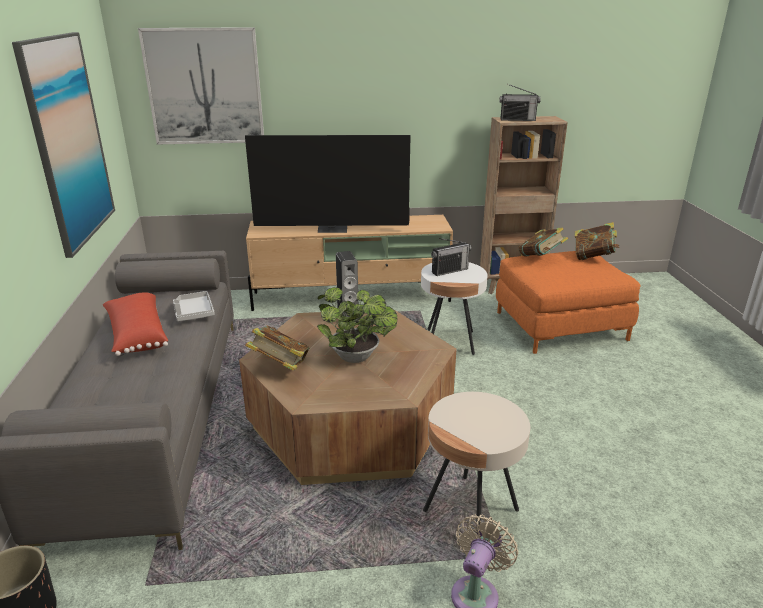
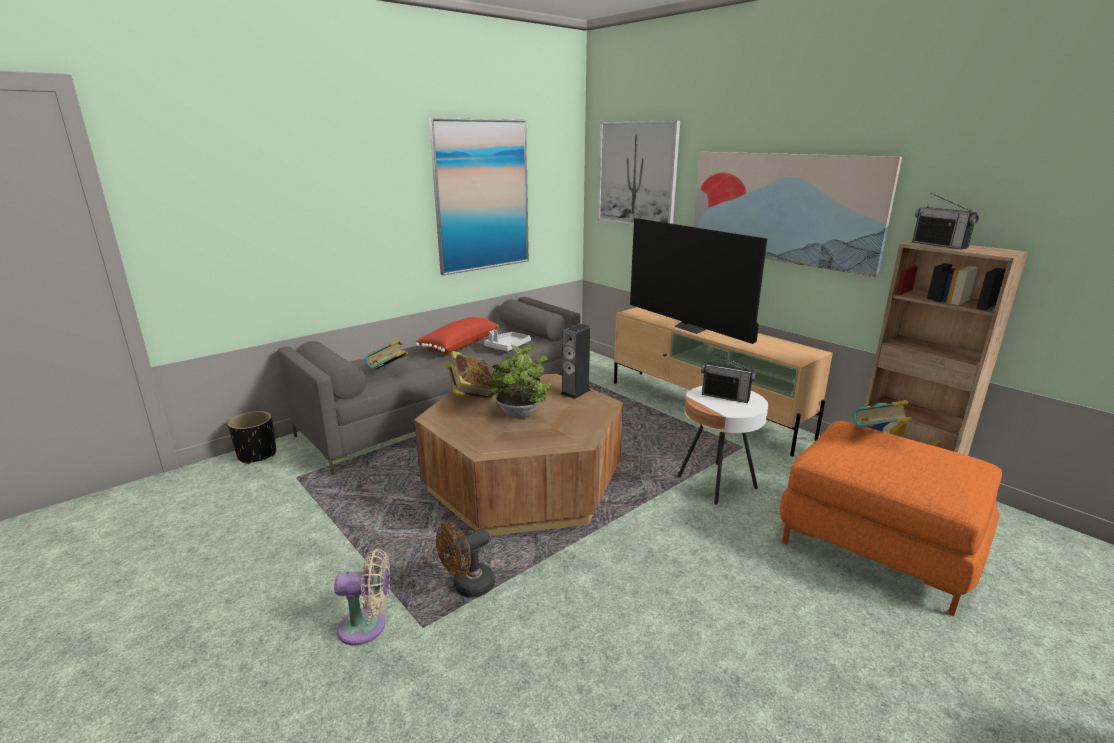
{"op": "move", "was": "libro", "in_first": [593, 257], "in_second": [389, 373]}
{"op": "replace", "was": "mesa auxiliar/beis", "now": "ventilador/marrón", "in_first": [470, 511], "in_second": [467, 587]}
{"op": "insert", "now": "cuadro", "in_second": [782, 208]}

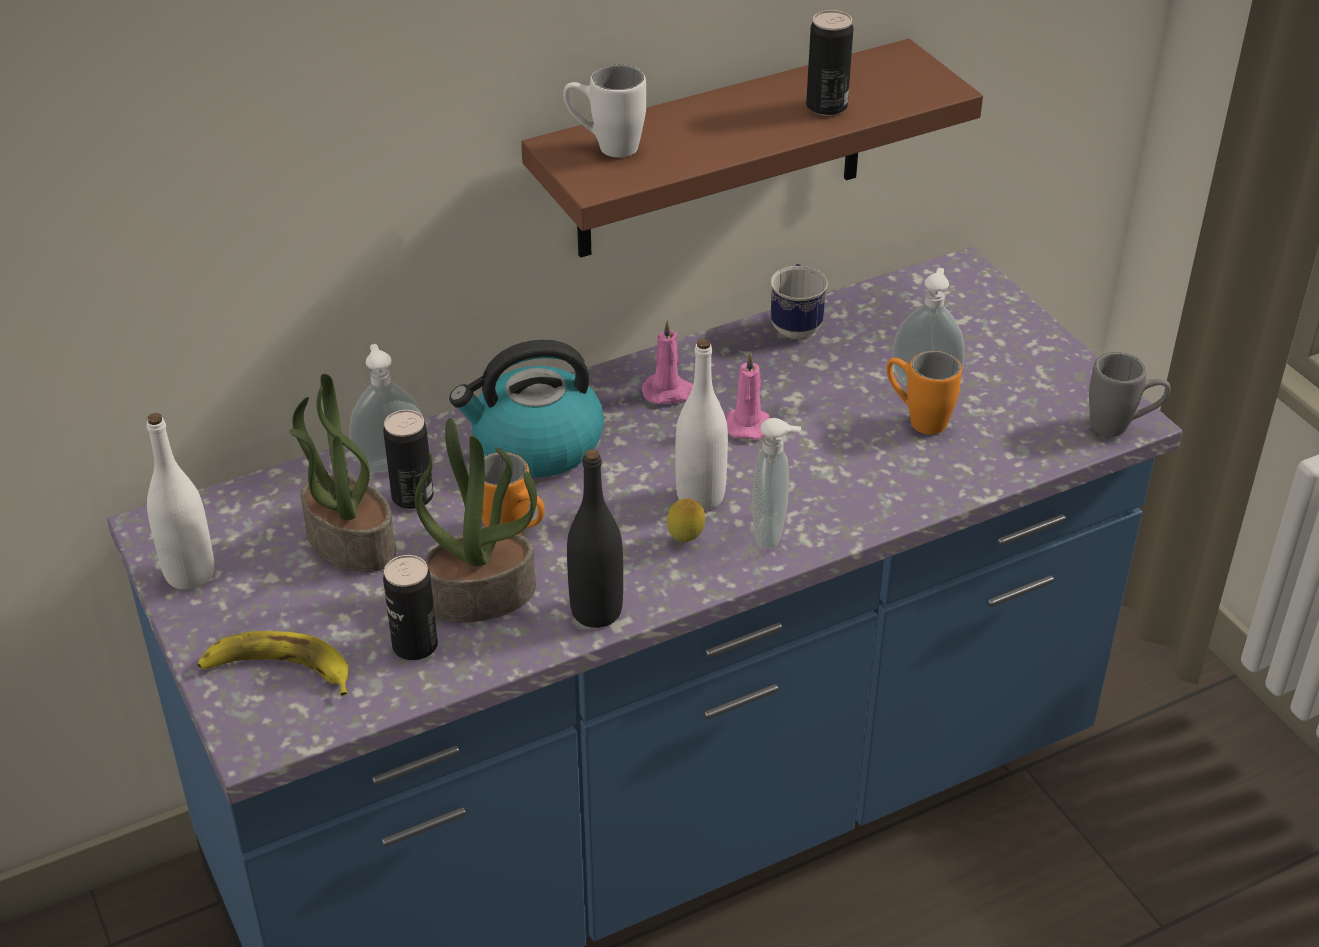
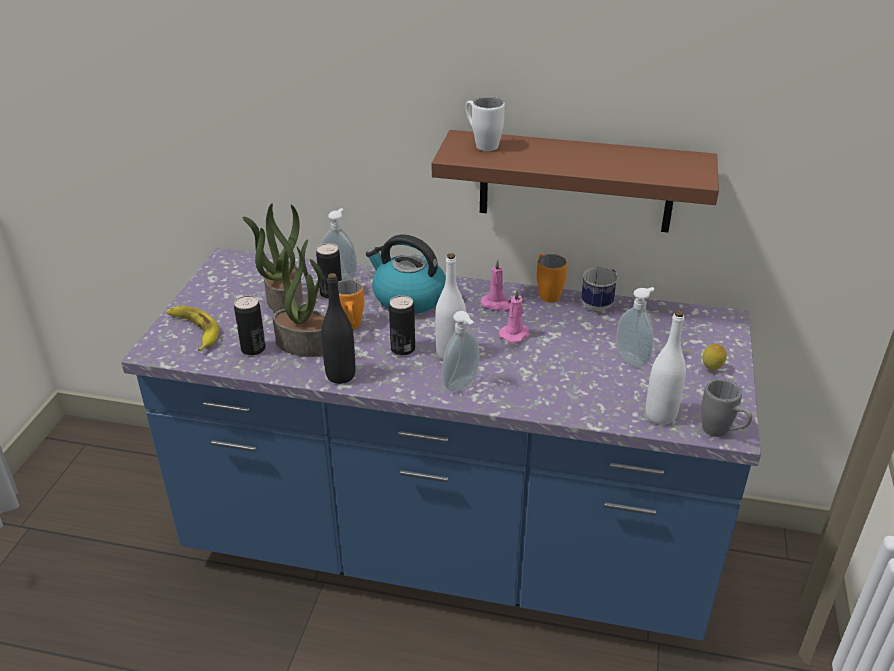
{"op": "move", "was": "lata", "in_first": [826, 106], "in_second": [403, 349]}
{"op": "move", "was": "taza grande/naranja", "in_first": [917, 419], "in_second": [546, 293]}
{"op": "move", "was": "botella/blanco", "in_first": [190, 574], "in_second": [660, 415]}
{"op": "move", "was": "limón", "in_first": [685, 540], "in_second": [711, 369]}

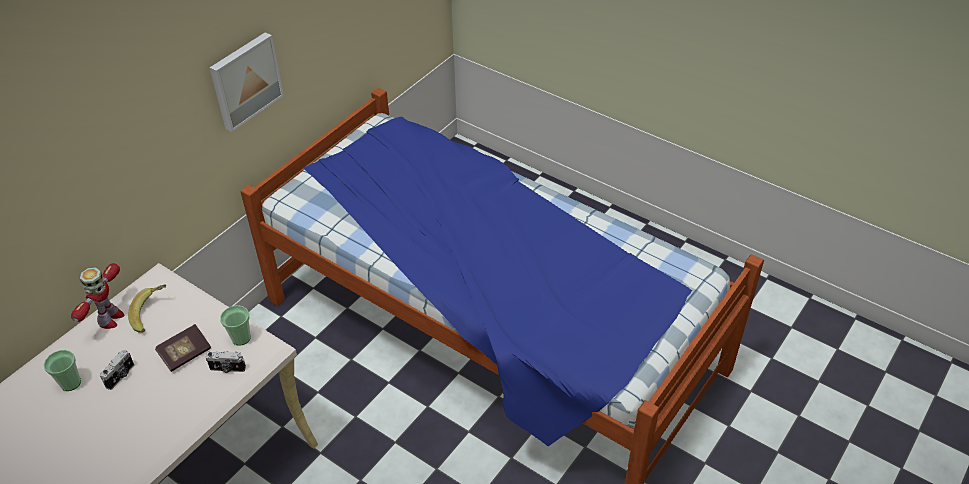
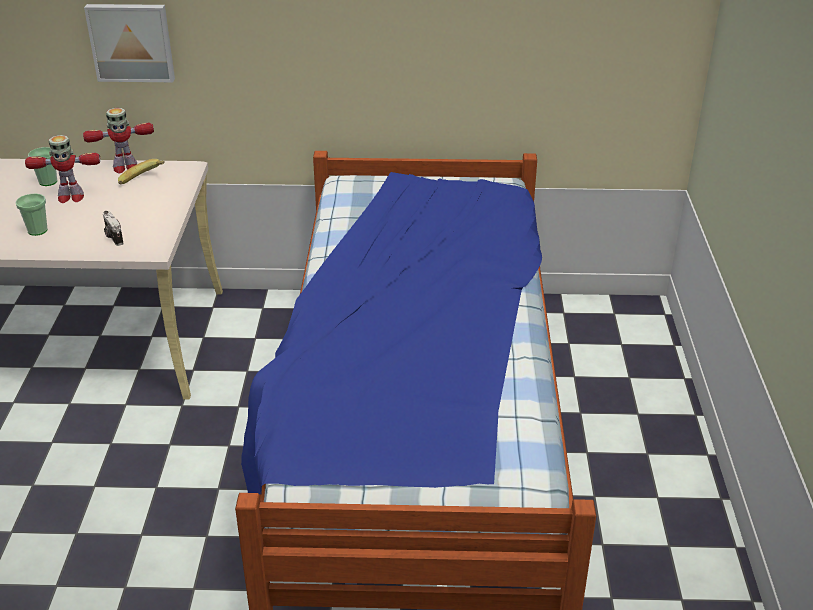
{"op": "move", "was": "cuadro", "in_first": [245, 80], "in_second": [131, 42]}
{"op": "move", "was": "taza", "in_first": [241, 338], "in_second": [37, 230]}
{"op": "delete", "was": "libro", "in_first": [185, 354]}
{"op": "replace", "was": "cámara", "now": "robot de juguete", "in_first": [121, 376], "in_second": [70, 197]}

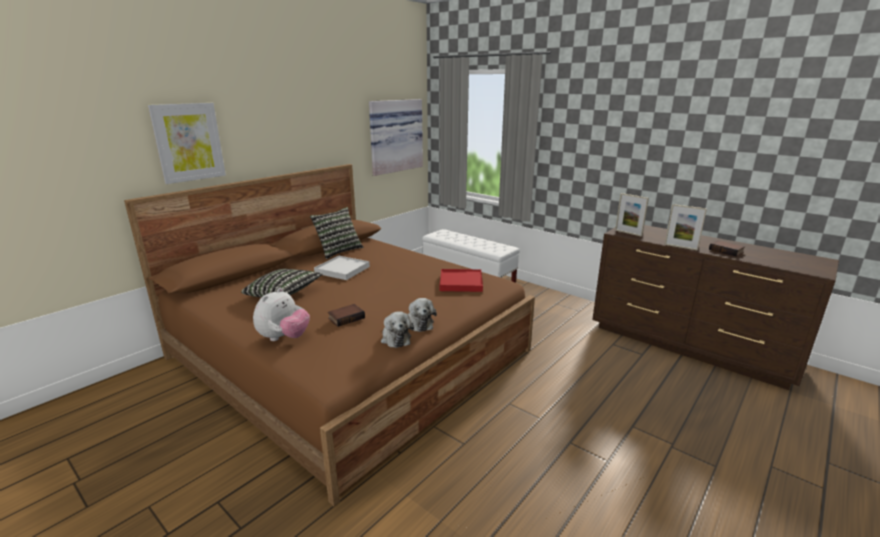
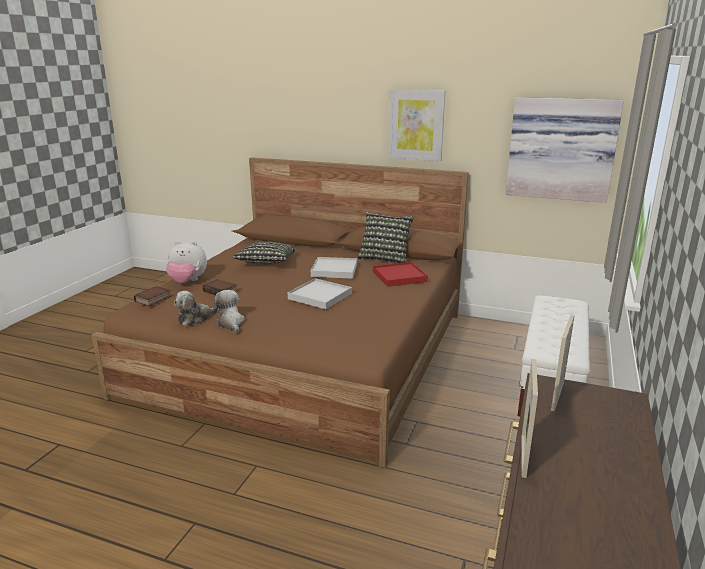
{"op": "move", "was": "cuadro", "in_first": [188, 142], "in_second": [416, 125]}
{"op": "move", "was": "libro", "in_first": [726, 251], "in_second": [153, 299]}
{"op": "move", "was": "bandeja/rojo", "in_first": [461, 282], "in_second": [399, 277]}
{"op": "rotate", "was": "peluche", "in_first": [419, 323], "in_second": [230, 323], "clockwise": 105}
{"op": "insert", "now": "bandeja/blanco", "in_second": [320, 296]}

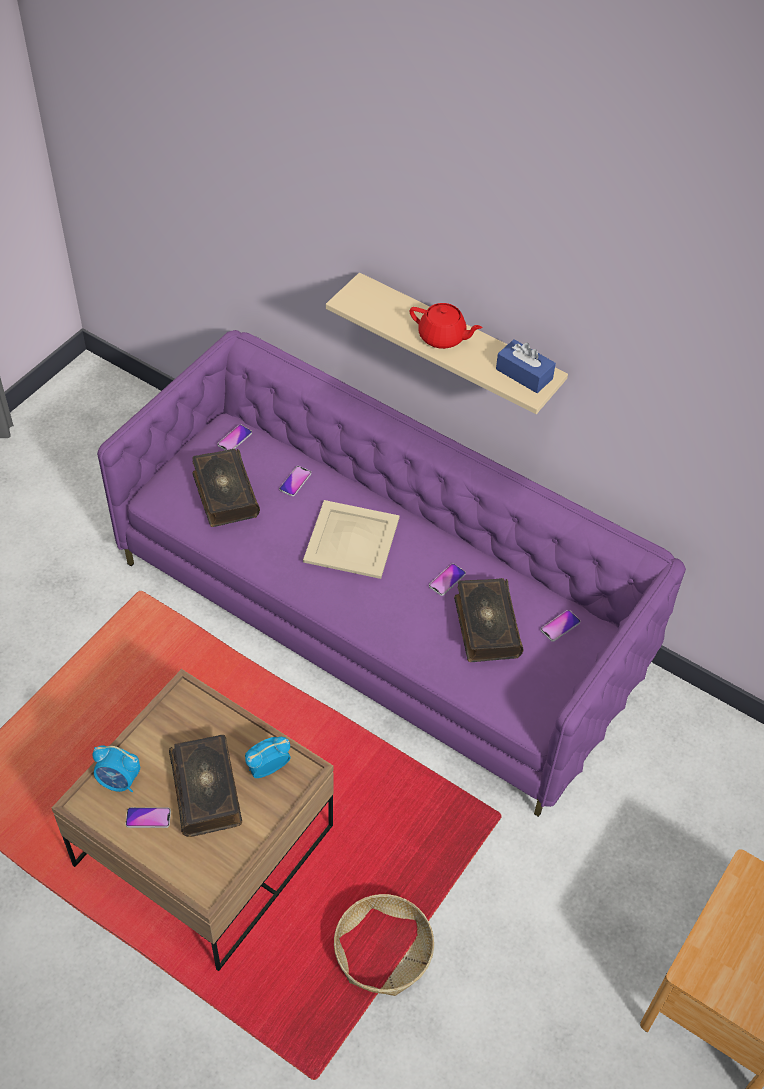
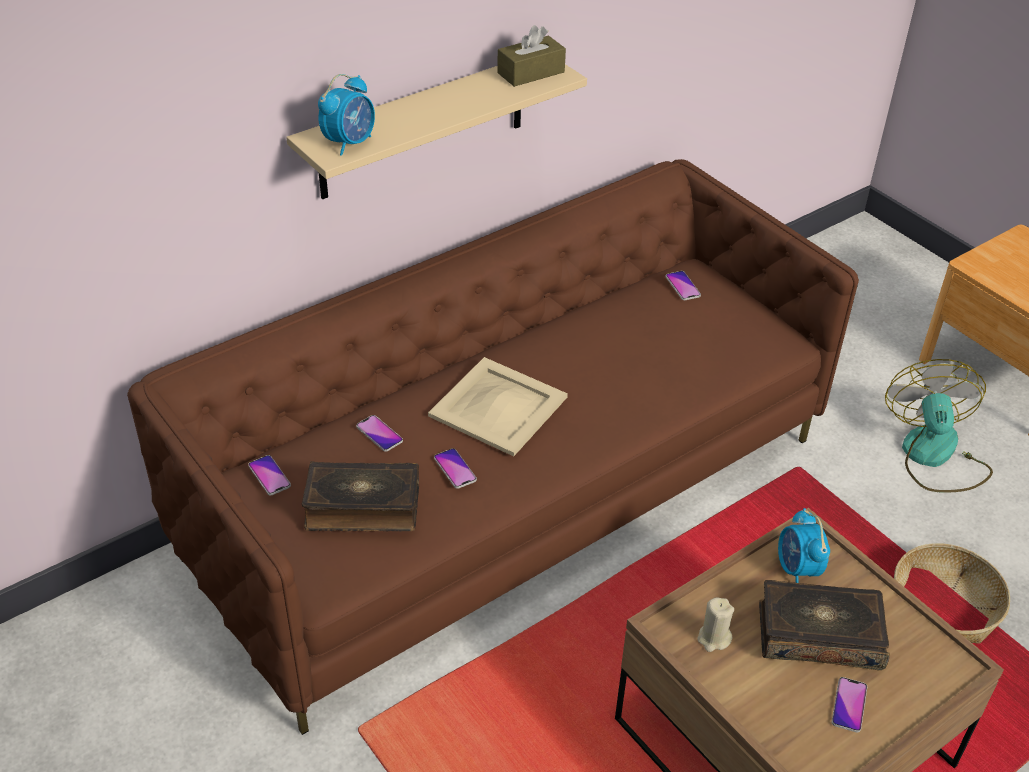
{"op": "delete", "was": "tetera/rojo", "in_first": [442, 337]}
{"op": "recolor", "was": "sofá/morado", "now": "sofá/marrón", "in_first": [379, 617], "in_second": [511, 494]}
{"op": "recolor", "was": "caja de pañuelos/azul", "now": "caja de pañuelos/marrón", "in_first": [524, 374], "in_second": [531, 72]}
{"op": "move", "was": "móvil", "in_first": [447, 580], "in_second": [455, 469]}
{"op": "delete", "was": "libro", "in_first": [485, 626]}
{"op": "move", "was": "despertador", "in_first": [119, 781], "in_second": [350, 143]}
{"op": "insert", "now": "ventilador", "in_second": [933, 457]}
{"op": "insert", "now": "vela/beis", "in_second": [713, 638]}

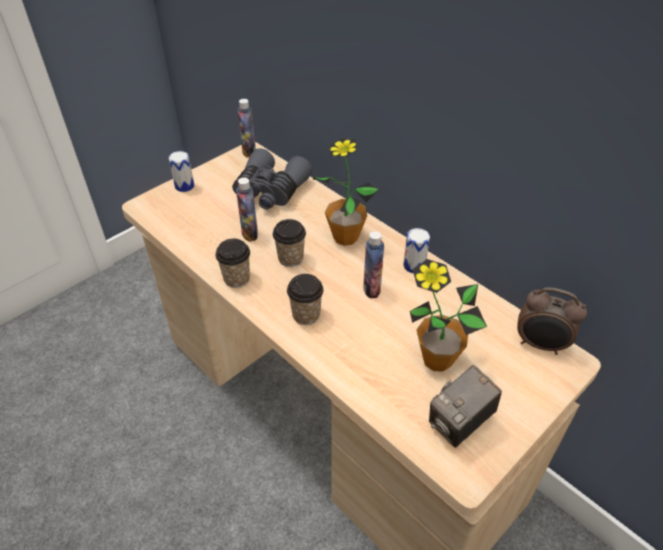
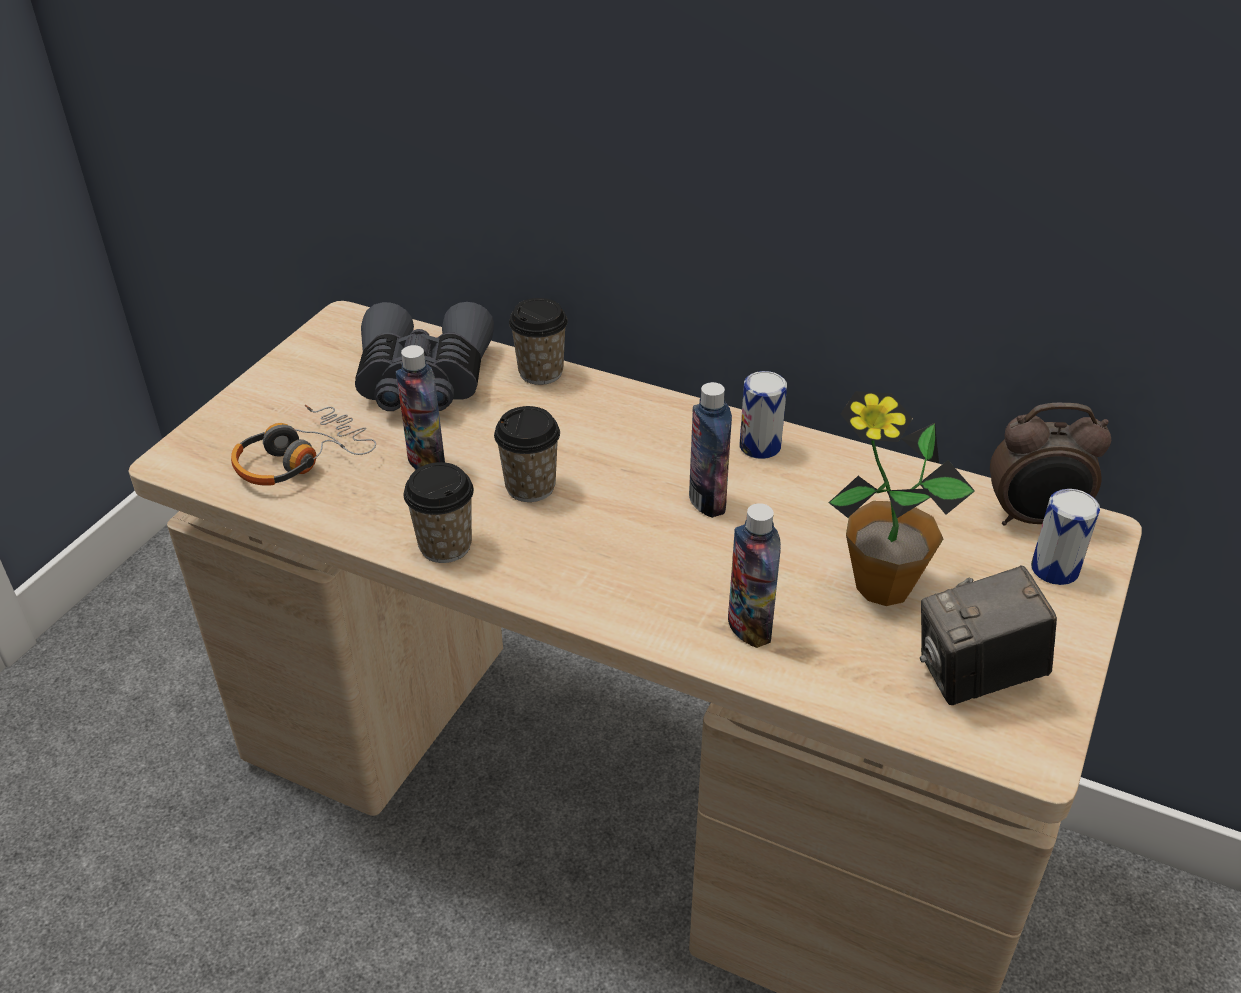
{"op": "move", "was": "botella", "in_first": [249, 151], "in_second": [749, 627]}
{"op": "delete", "was": "planta en maceta", "in_first": [345, 237]}
{"op": "move", "was": "lata", "in_first": [184, 186], "in_second": [1054, 569]}
{"op": "move", "was": "taza", "in_first": [306, 315], "in_second": [541, 372]}
{"op": "rotate", "was": "cámara", "in_first": [459, 424], "in_second": [976, 677], "clockwise": 45}
{"op": "insert", "now": "auriculares", "in_second": [301, 459]}

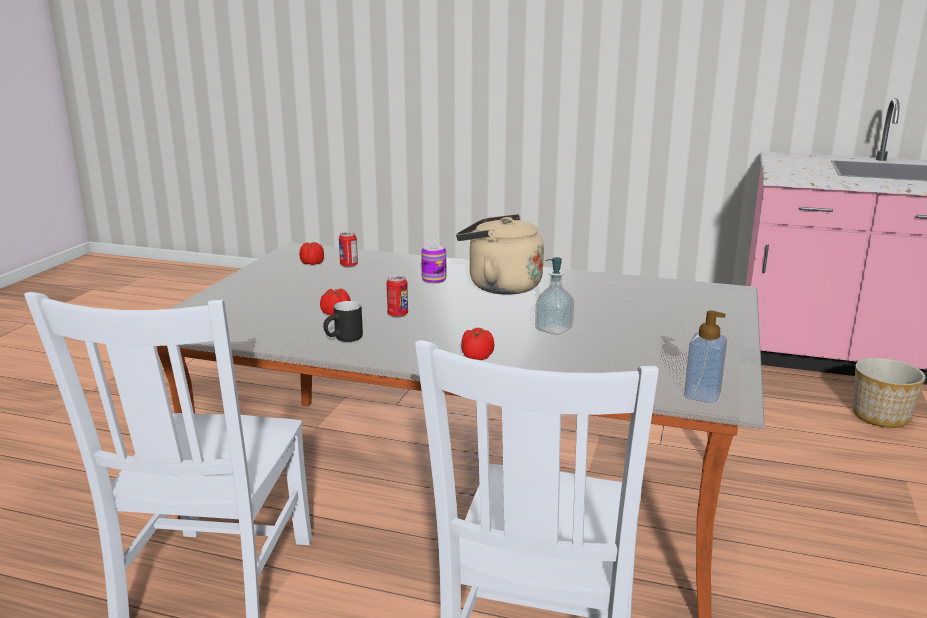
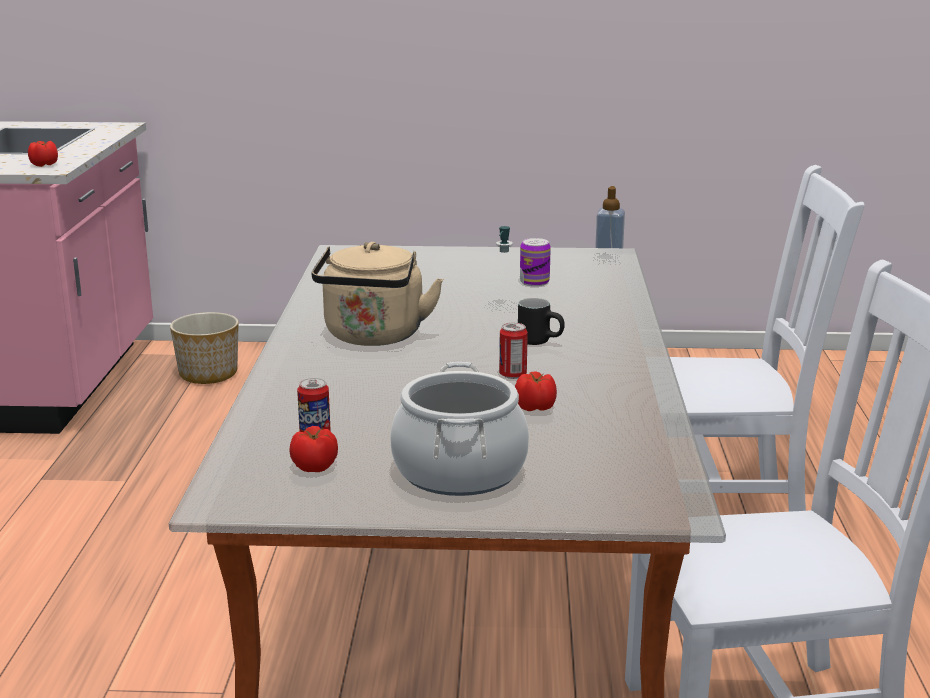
{"op": "move", "was": "lata", "in_first": [434, 280], "in_second": [534, 282]}
{"op": "move", "was": "taza grande/negro", "in_first": [344, 340], "in_second": [541, 341]}
{"op": "move", "was": "tomate", "in_first": [476, 357], "in_second": [45, 165]}
{"op": "insert", "now": "olla", "in_second": [460, 471]}

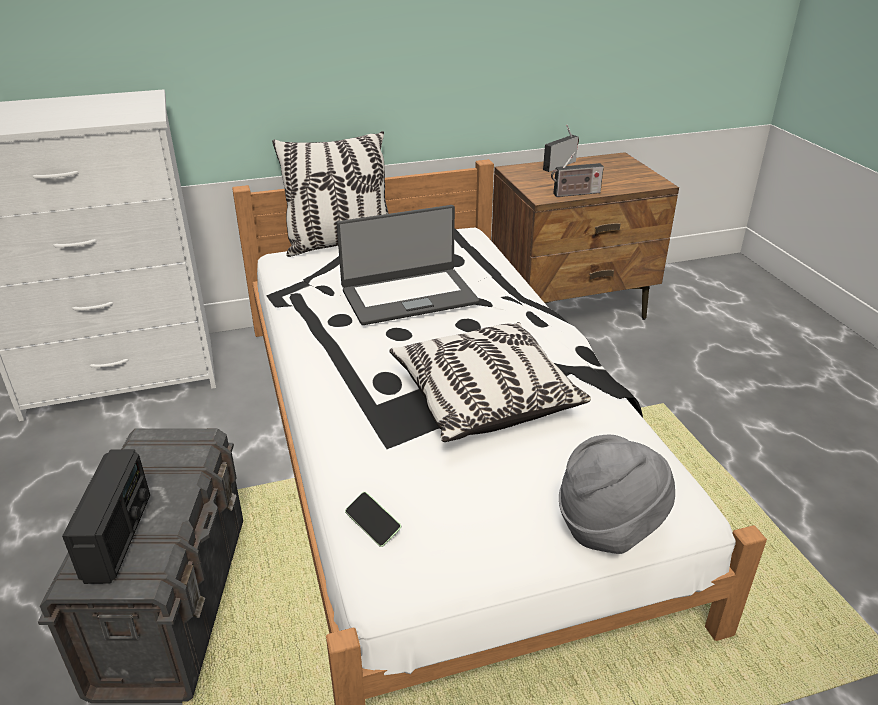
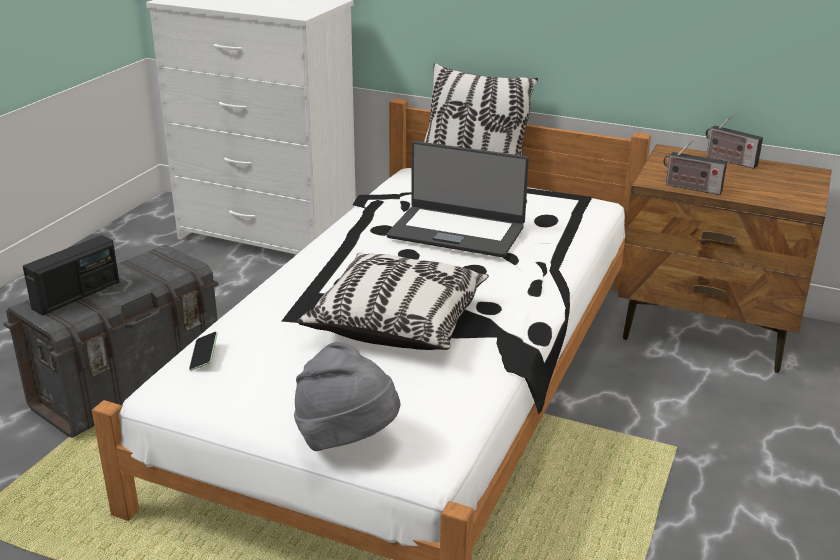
{"op": "rotate", "was": "radio", "in_first": [560, 165], "in_second": [728, 160], "clockwise": -135}

